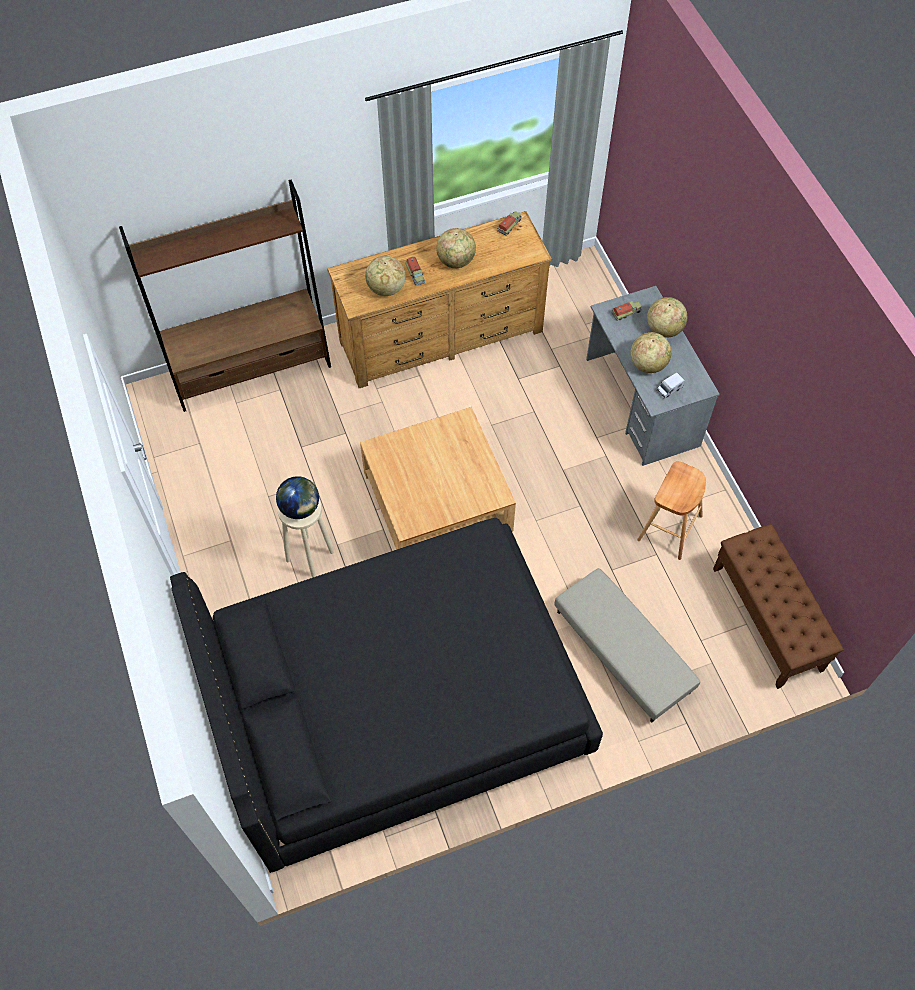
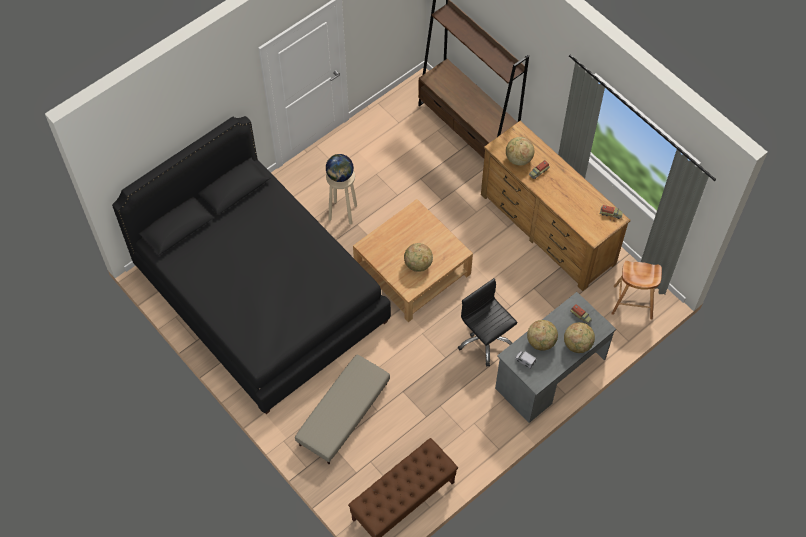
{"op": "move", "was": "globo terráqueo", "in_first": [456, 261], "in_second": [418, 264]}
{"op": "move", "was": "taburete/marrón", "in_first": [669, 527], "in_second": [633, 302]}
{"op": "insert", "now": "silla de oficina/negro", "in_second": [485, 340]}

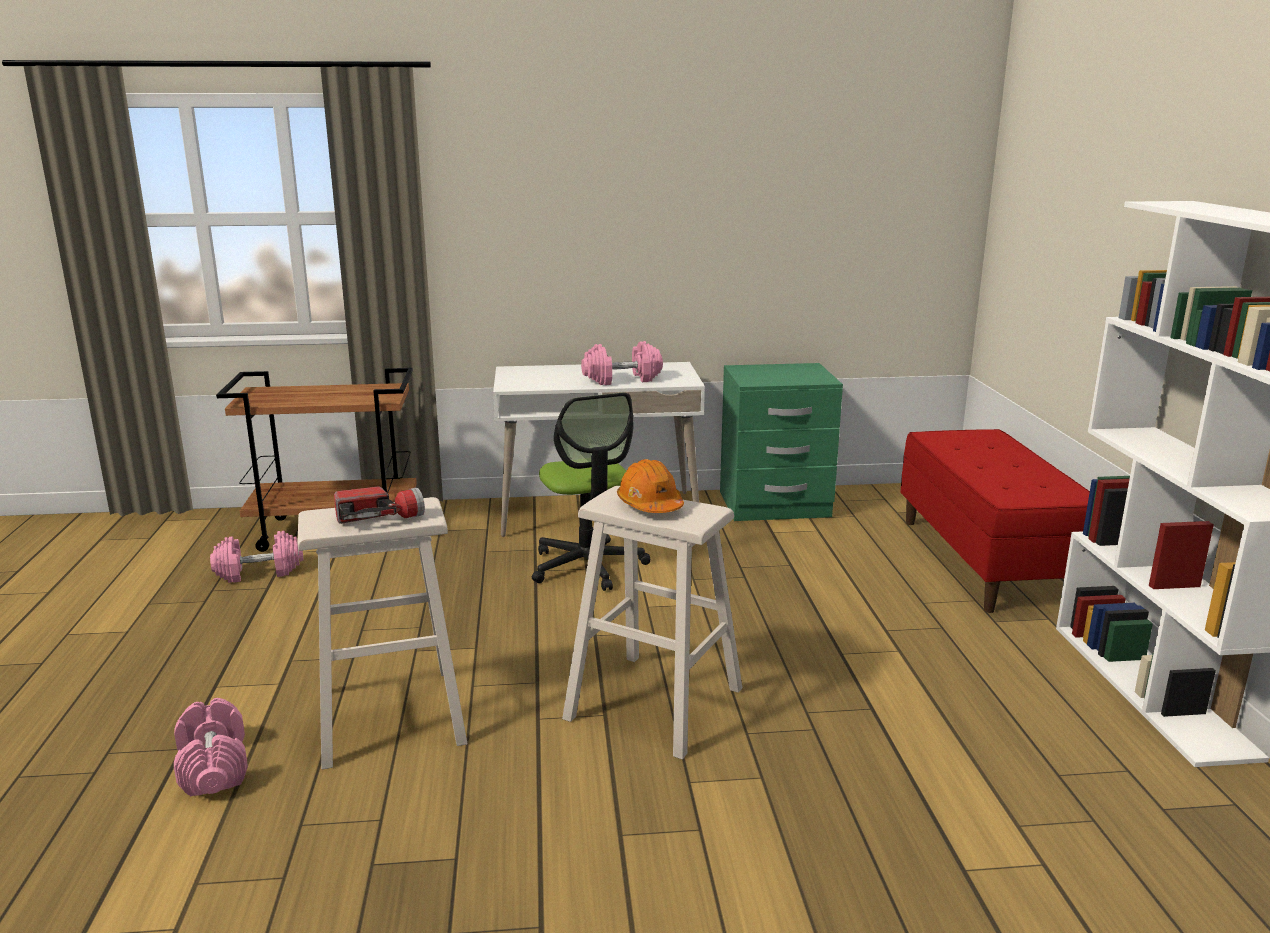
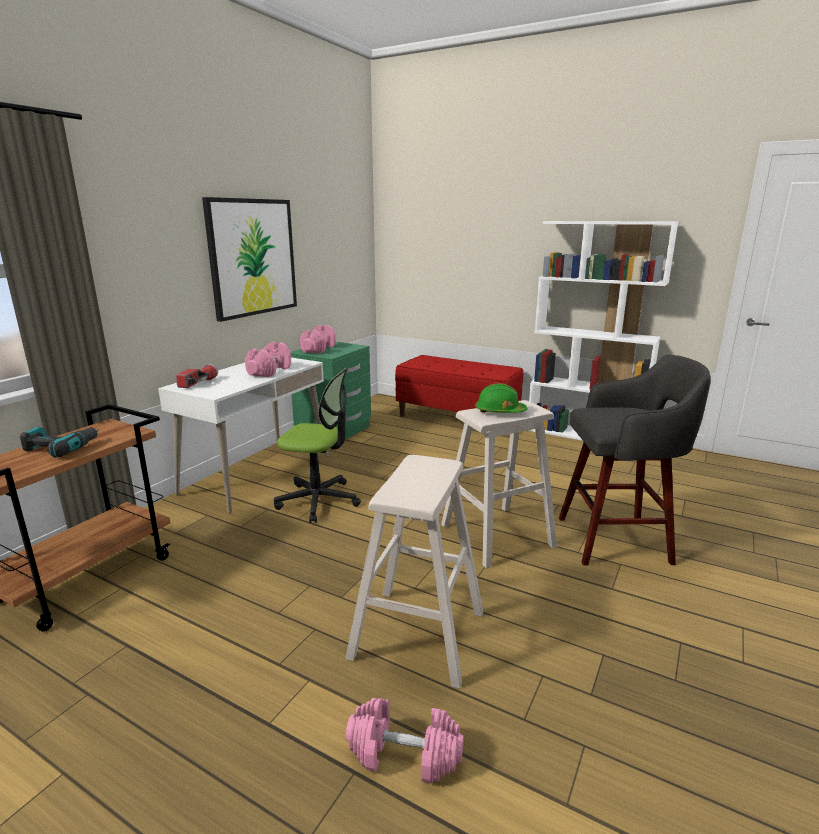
{"op": "recolor", "was": "casco/naranja", "now": "casco/verde", "in_first": [650, 505], "in_second": [499, 411]}
{"op": "move", "was": "linterna", "in_first": [380, 518], "in_second": [198, 383]}
{"op": "move", "was": "mancuerna/rosa", "in_first": [259, 572], "in_second": [318, 349]}
{"op": "insert", "now": "cuadro", "in_second": [252, 257]}
{"op": "insert", "now": "taburete/gris", "in_second": [617, 540]}
{"op": "insert", "now": "taladro", "in_second": [61, 448]}

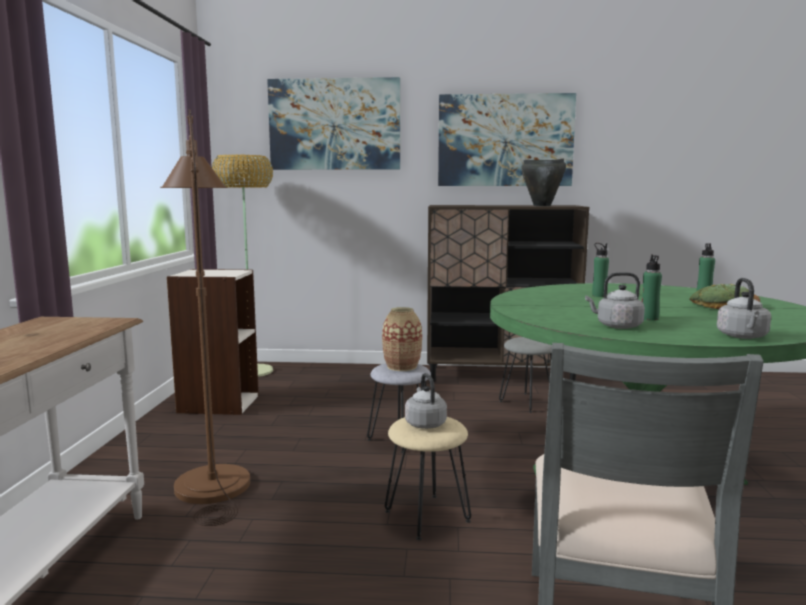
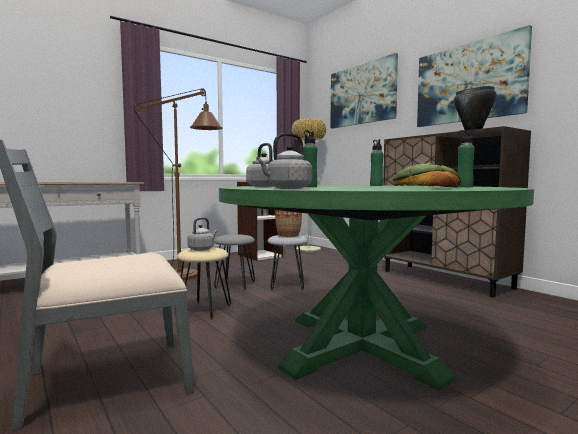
{"op": "move", "was": "taburete/gris", "in_first": [528, 402], "in_second": [235, 285]}

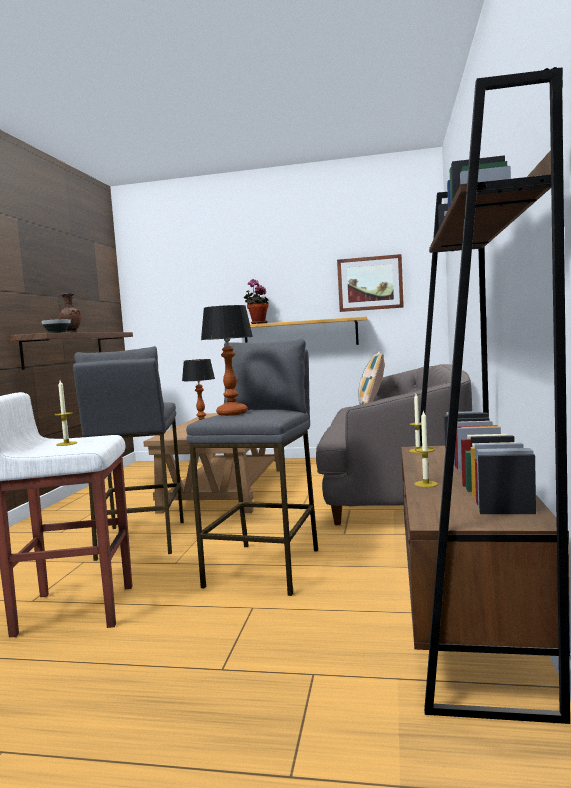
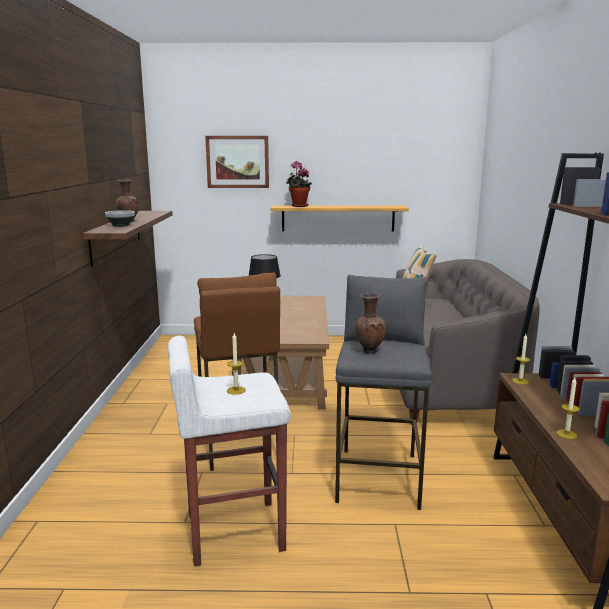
{"op": "move", "was": "cuadro", "in_first": [370, 283], "in_second": [237, 162]}
{"op": "replace", "was": "lámpara de mesa", "now": "florero/marrón", "in_first": [231, 413], "in_second": [368, 351]}
{"op": "recolor", "was": "taburete/gris", "now": "taburete/marrón", "in_first": [140, 540], "in_second": [239, 444]}

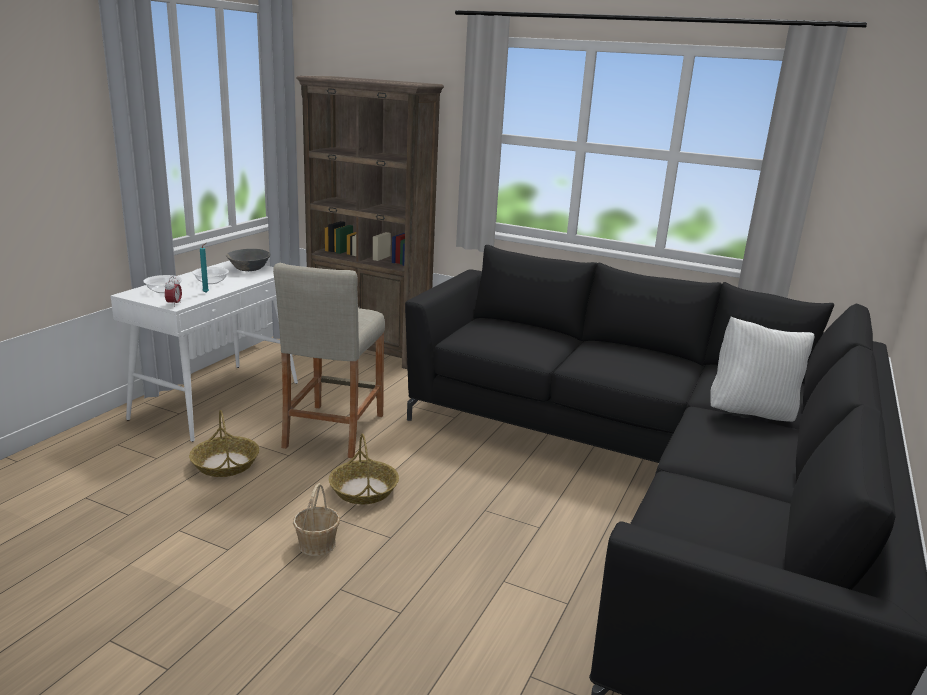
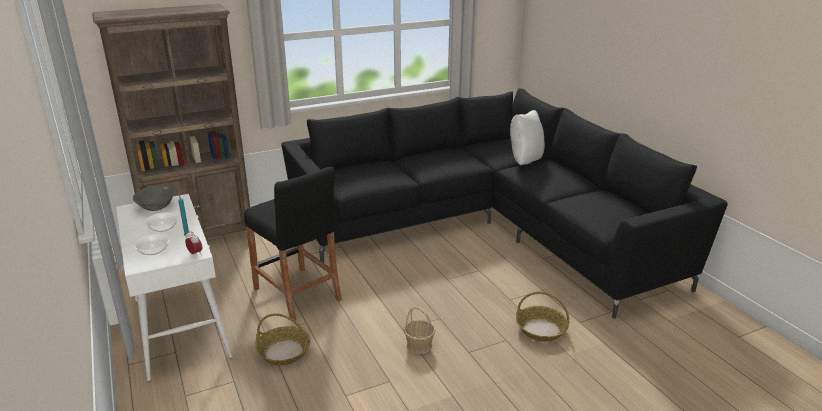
{"op": "recolor", "was": "taburete/beis", "now": "taburete/negro", "in_first": [333, 430], "in_second": [297, 294]}
{"op": "move", "was": "cesta", "in_first": [363, 490], "in_second": [541, 329]}

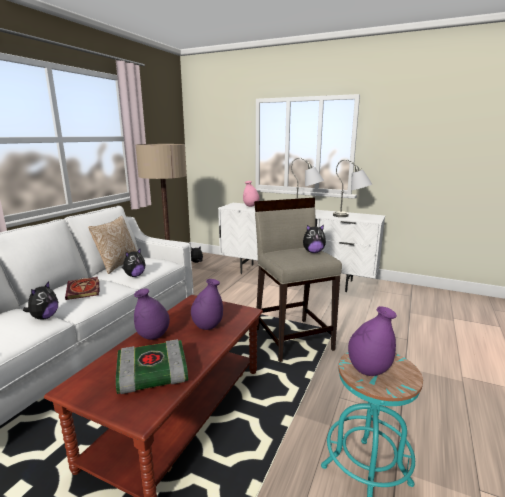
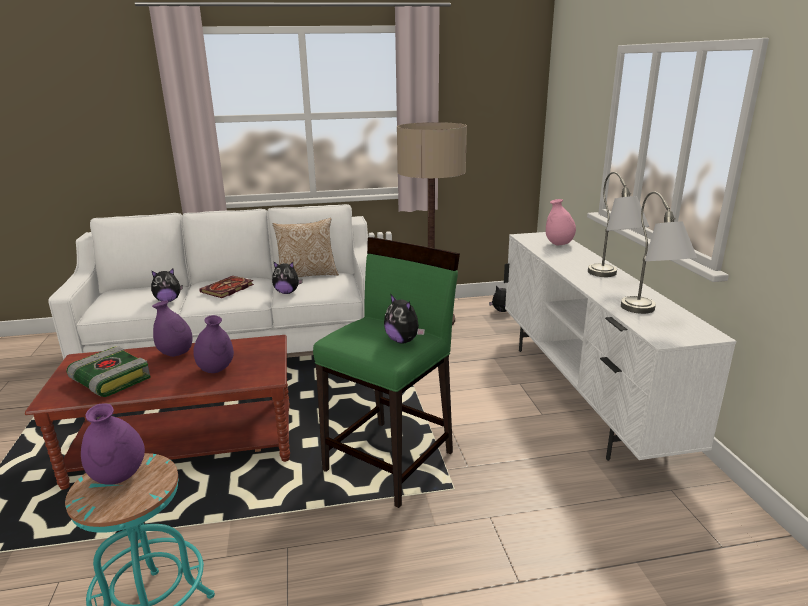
{"op": "recolor", "was": "taburete/beis", "now": "taburete/verde", "in_first": [293, 338], "in_second": [390, 461]}

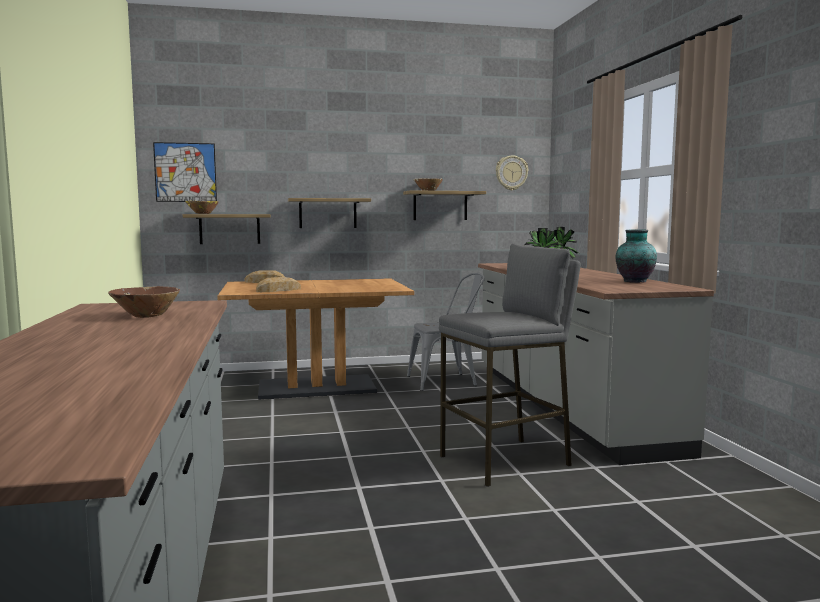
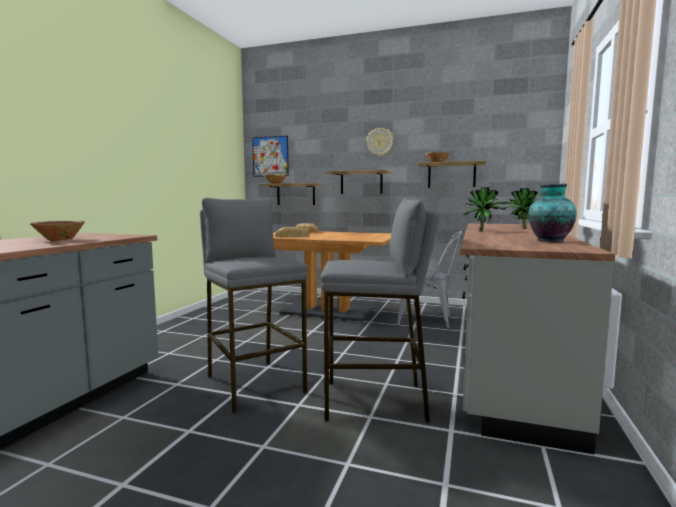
{"op": "move", "was": "reloj de pared", "in_first": [511, 173], "in_second": [380, 142]}
{"op": "insert", "now": "taburete/gris", "in_second": [254, 384]}

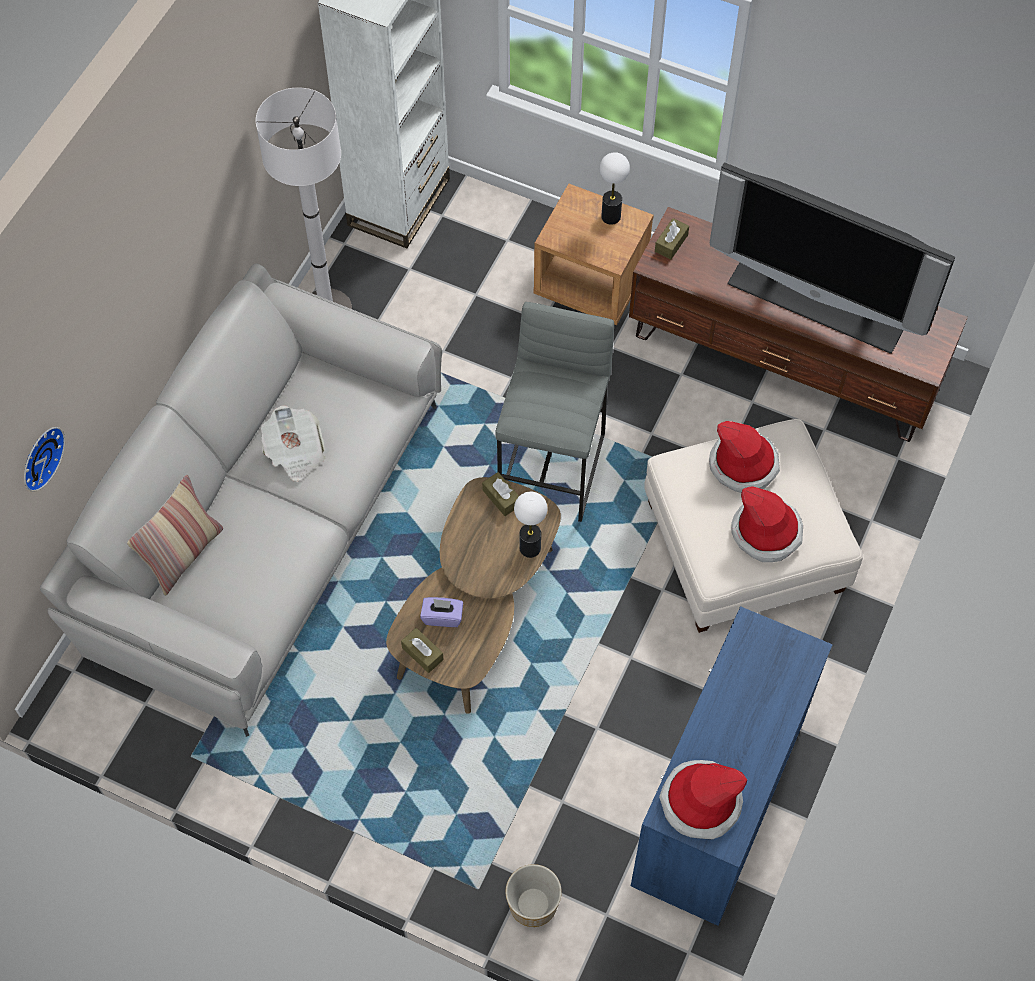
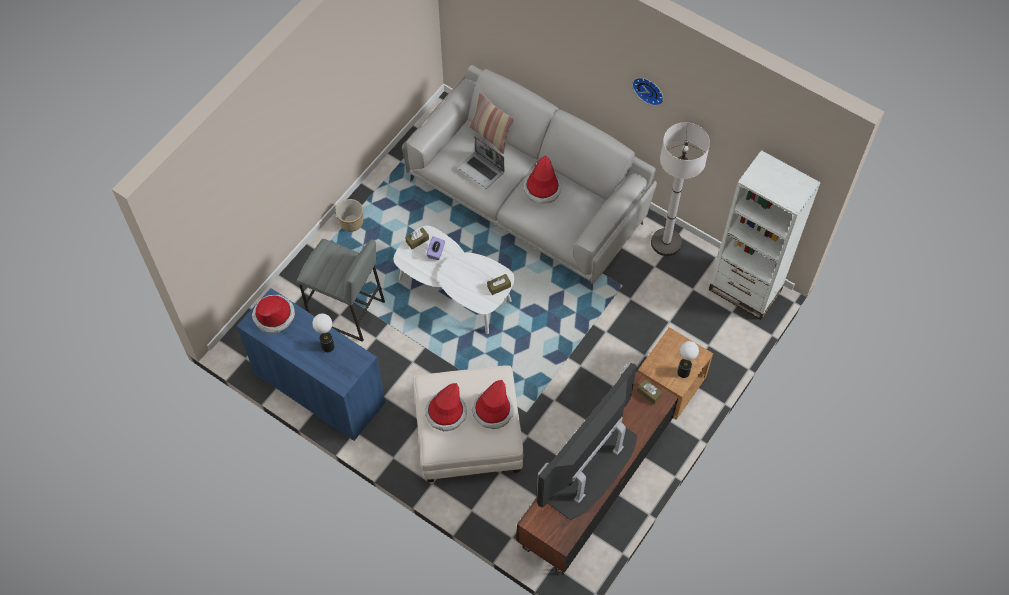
{"op": "move", "was": "taburete/gris", "in_first": [553, 469], "in_second": [346, 311]}
{"op": "replace", "was": "periódico", "now": "sombrero", "in_first": [295, 452], "in_second": [542, 189]}
{"op": "move", "was": "reloj de pared", "in_first": [39, 457], "in_second": [649, 89]}
{"op": "recolor", "was": "mesa de centro/marrón", "now": "mesa de centro/blanco", "in_first": [477, 614], "in_second": [455, 291]}
{"op": "move", "was": "lámpara de mesa", "in_first": [530, 548], "in_second": [328, 346]}
{"op": "move", "was": "maceta", "in_first": [533, 905], "in_second": [351, 222]}
{"op": "insert", "now": "portátil", "in_second": [482, 170]}

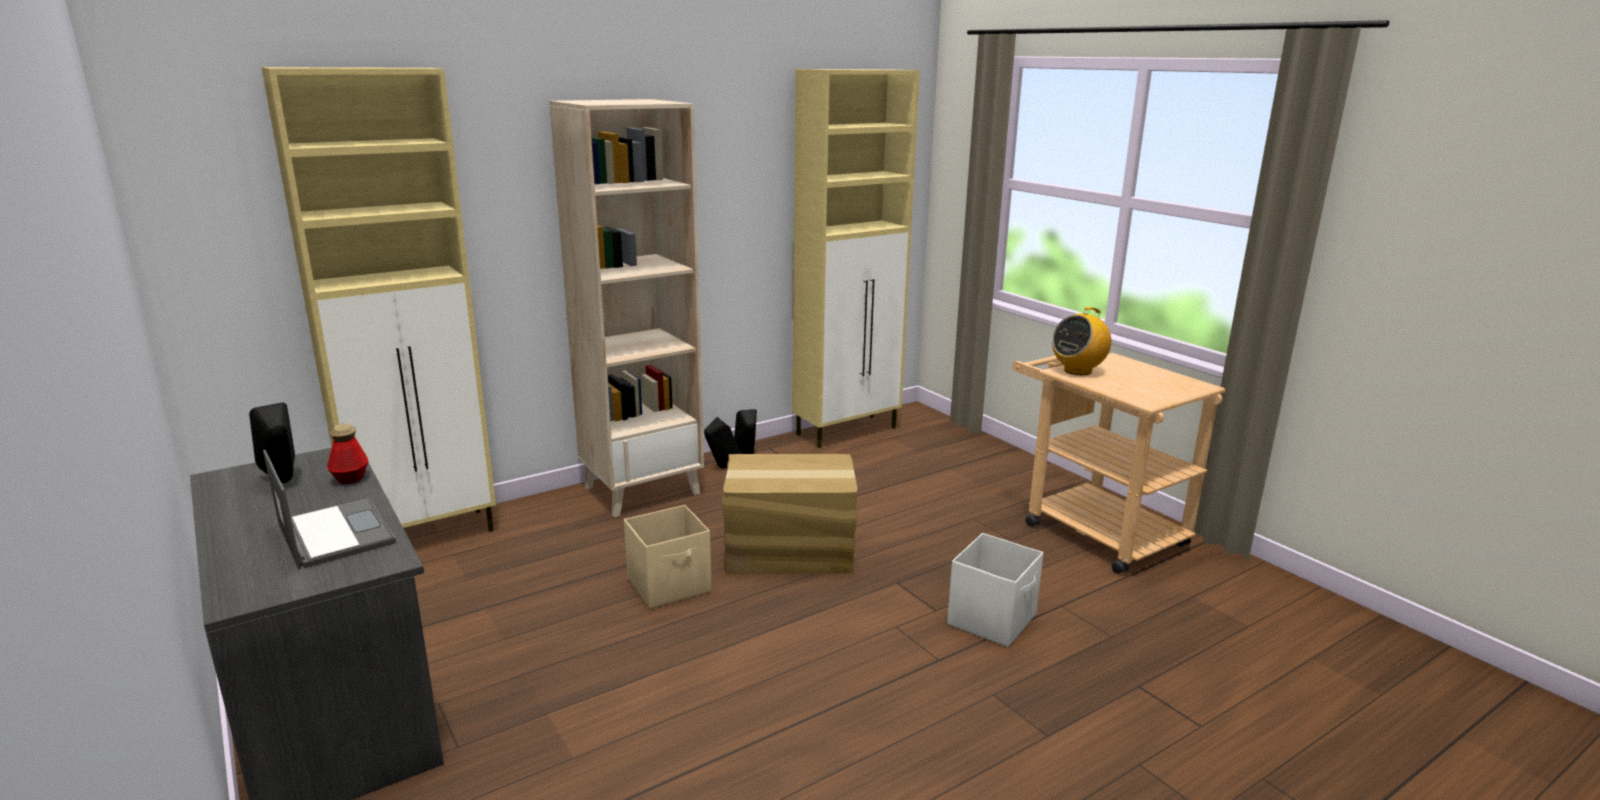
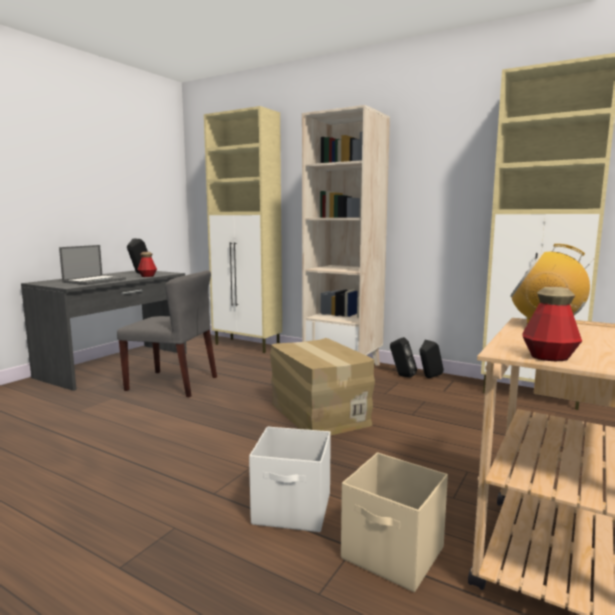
{"op": "move", "was": "caja de almacenaje/beis", "in_first": [670, 585], "in_second": [393, 554]}
{"op": "insert", "now": "silla/gris", "in_second": [173, 383]}
{"op": "insert", "now": "botella", "in_second": [549, 357]}

